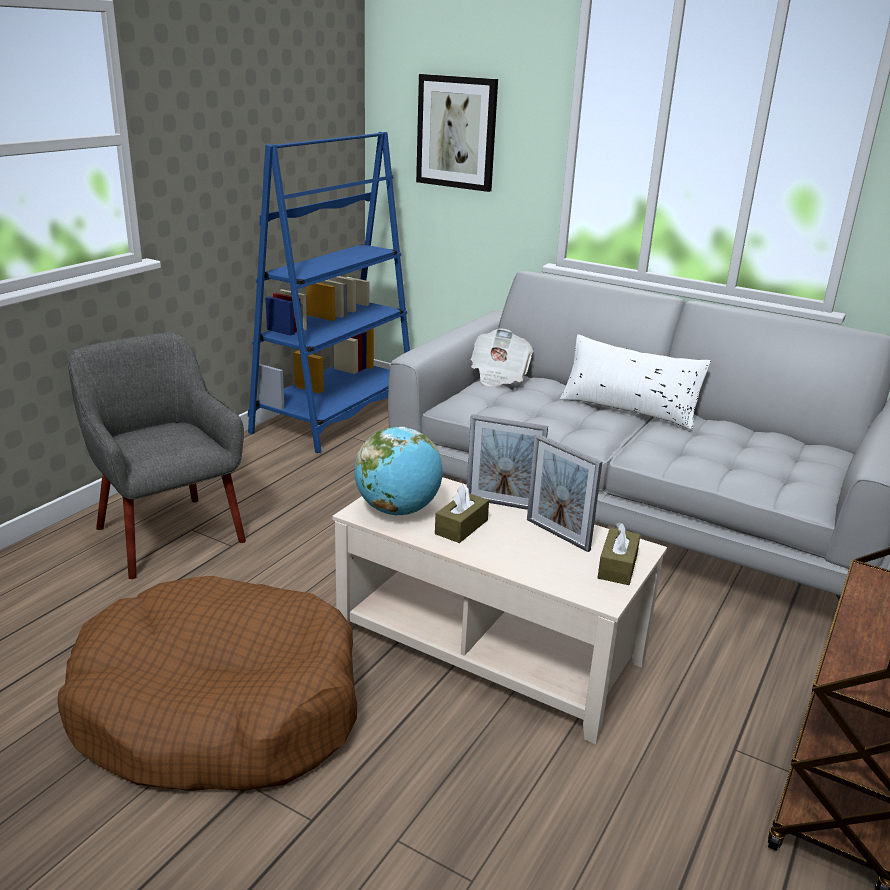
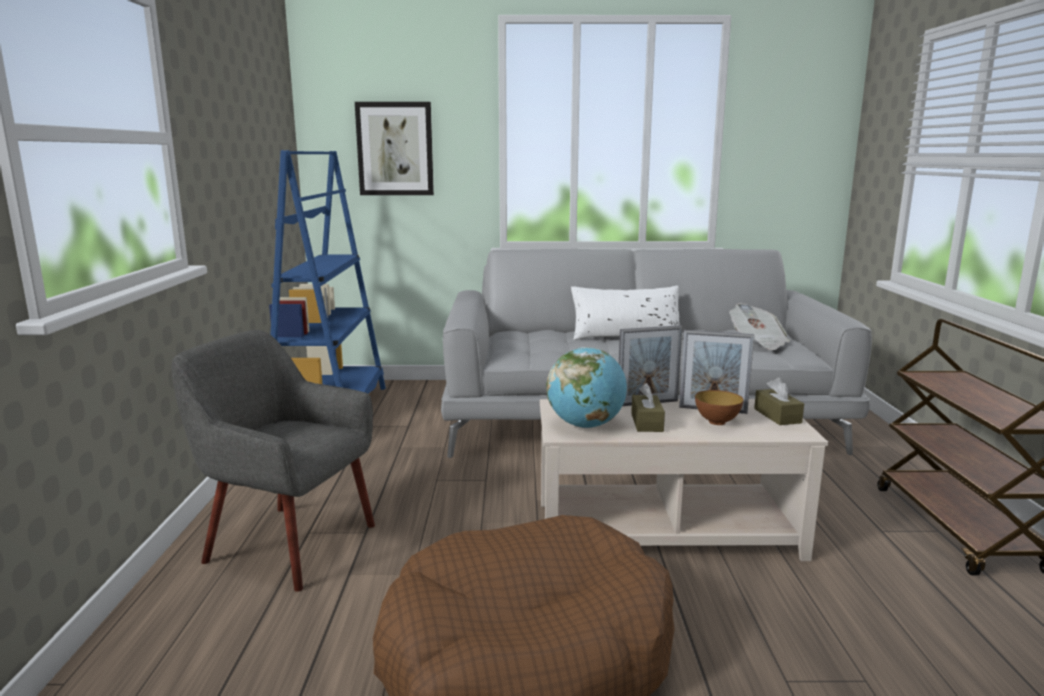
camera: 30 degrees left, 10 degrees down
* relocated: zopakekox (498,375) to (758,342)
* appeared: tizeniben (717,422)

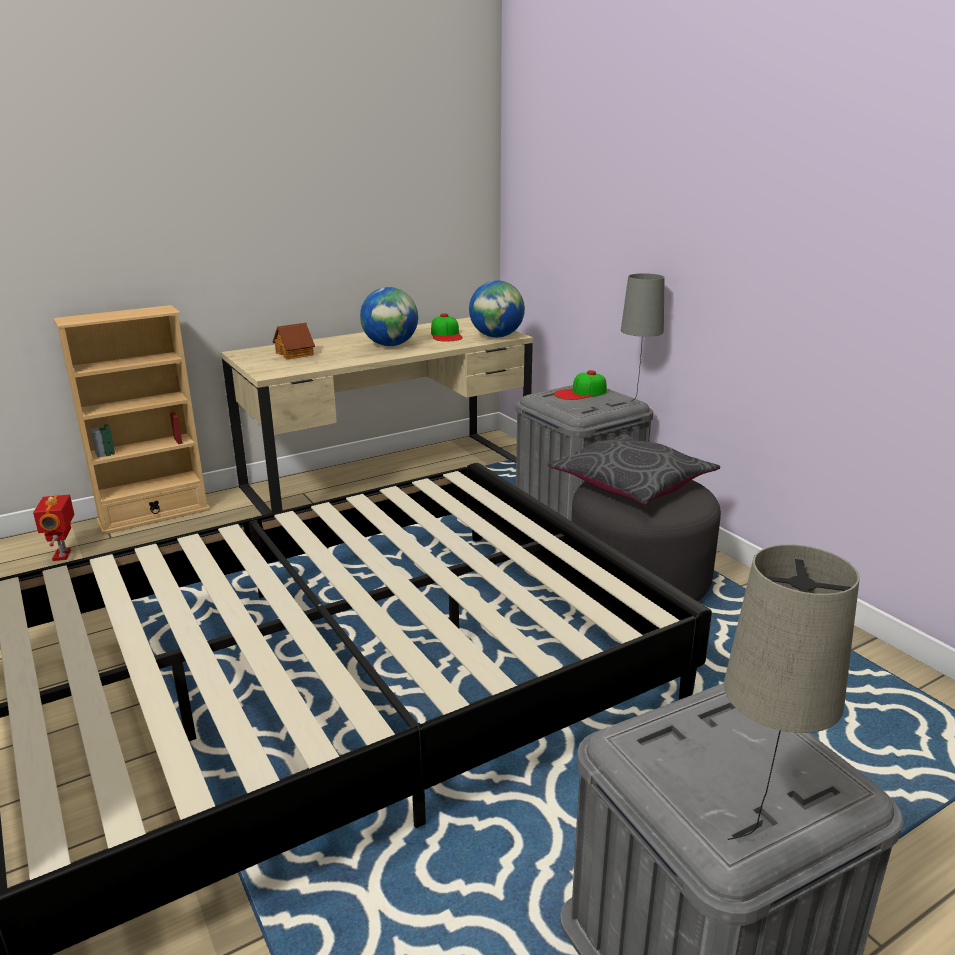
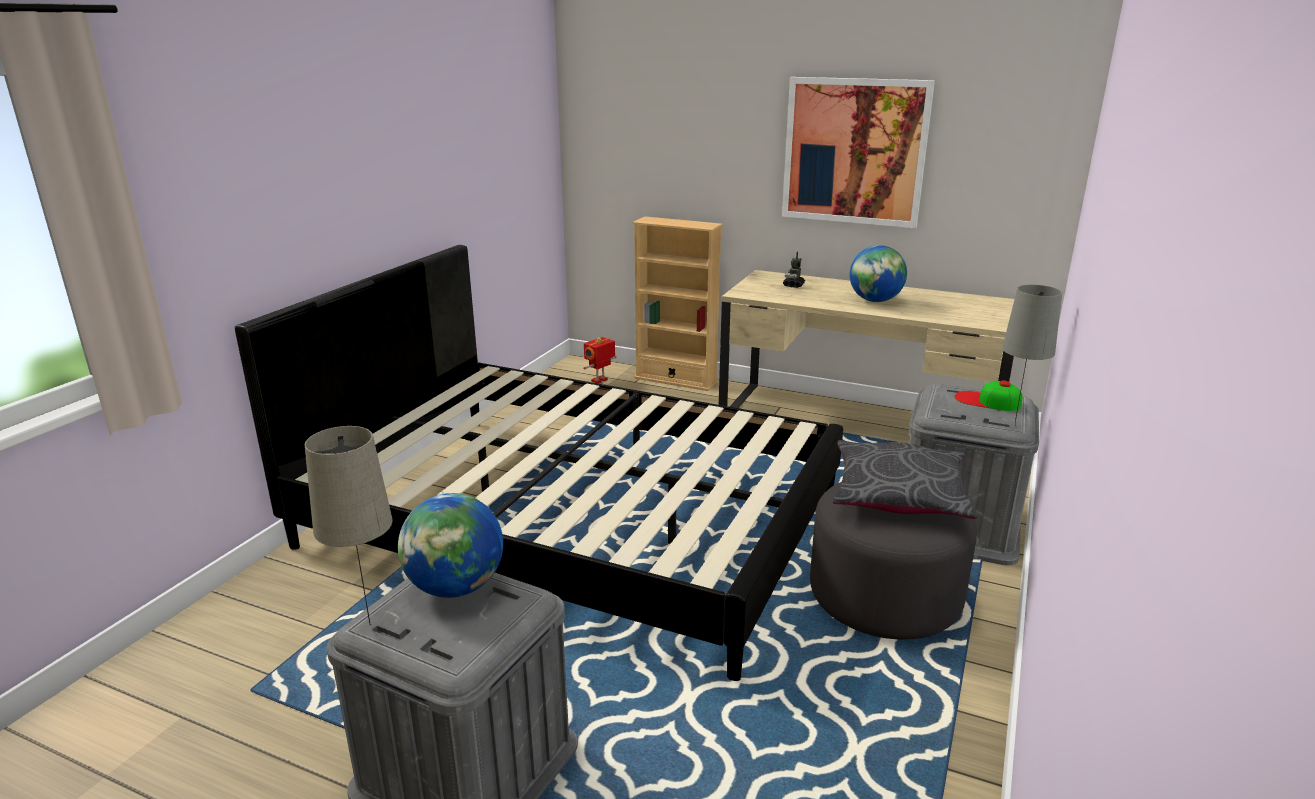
camera: 55 degrees right, 0 degrees up
* relocated: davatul (496,336) to (456,587)
* missing: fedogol (446,335)
* exchanged: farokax (295,354) to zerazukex (793,285)
* appeared: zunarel (854,152)

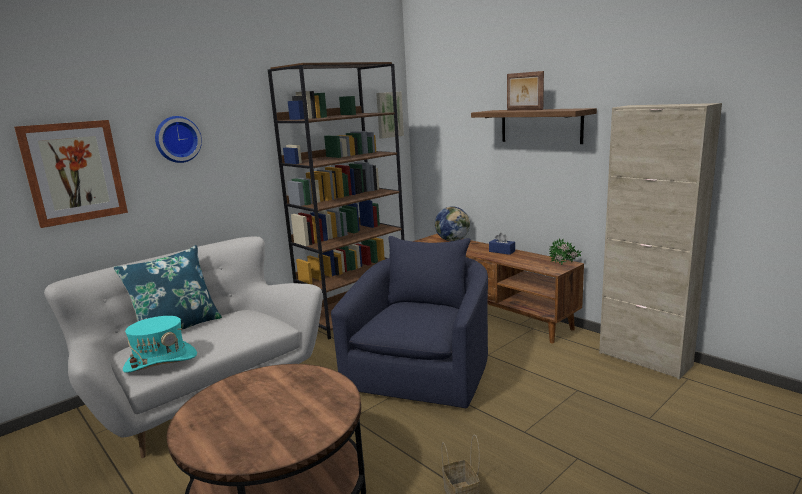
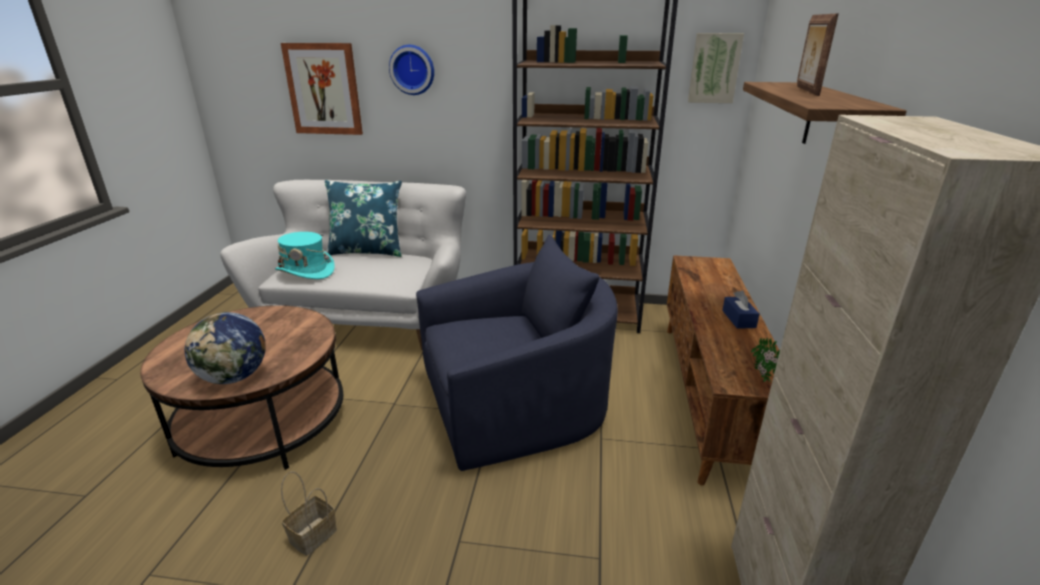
camera: 50 degrees right, 10 degrees up
* relocated: davatul (453,240) to (234,377)

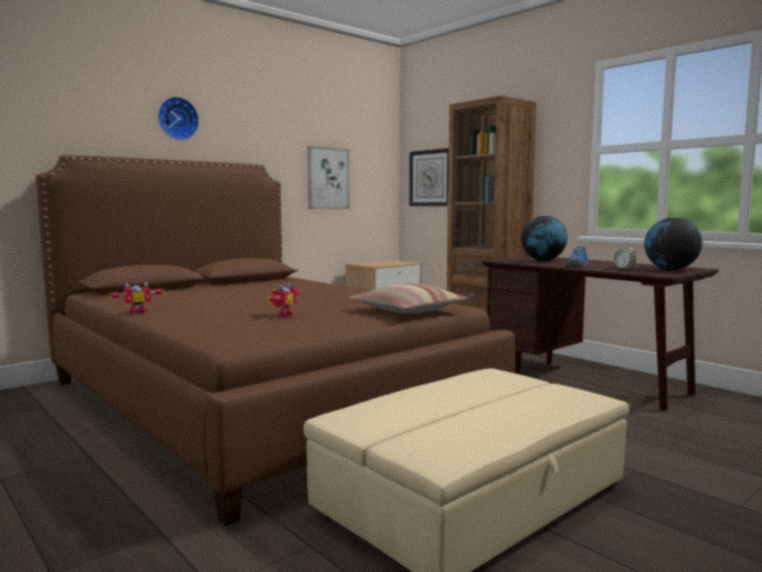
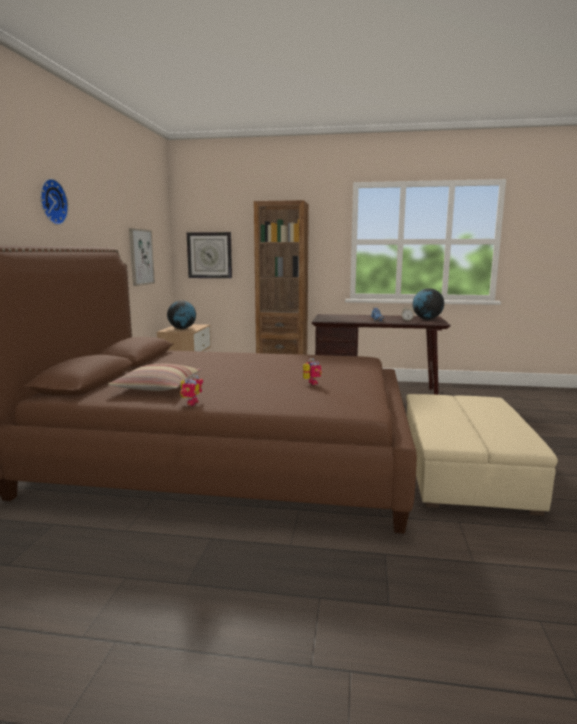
camera: 40 degrees left, 5 degrees up
* relocated: davatul (543,260) to (182,328)
* relocated: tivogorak (407,310) to (158,387)

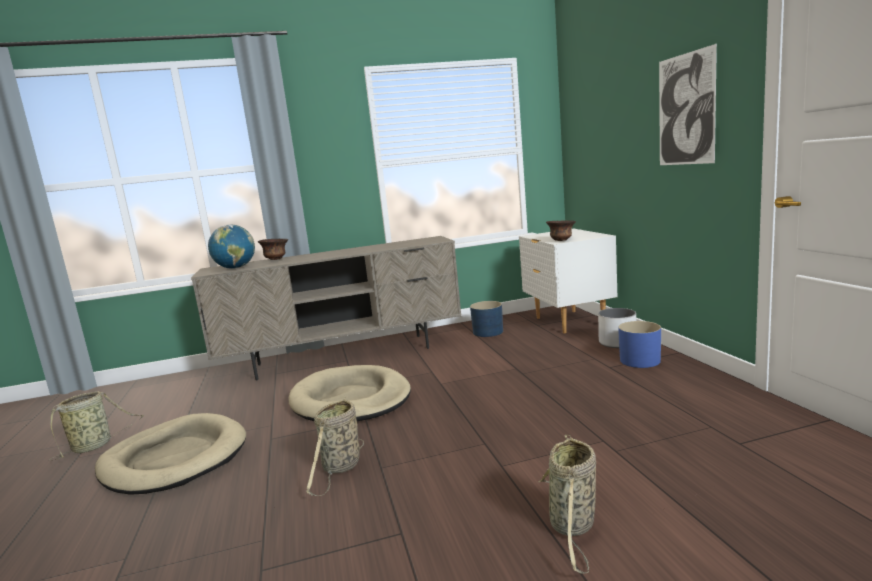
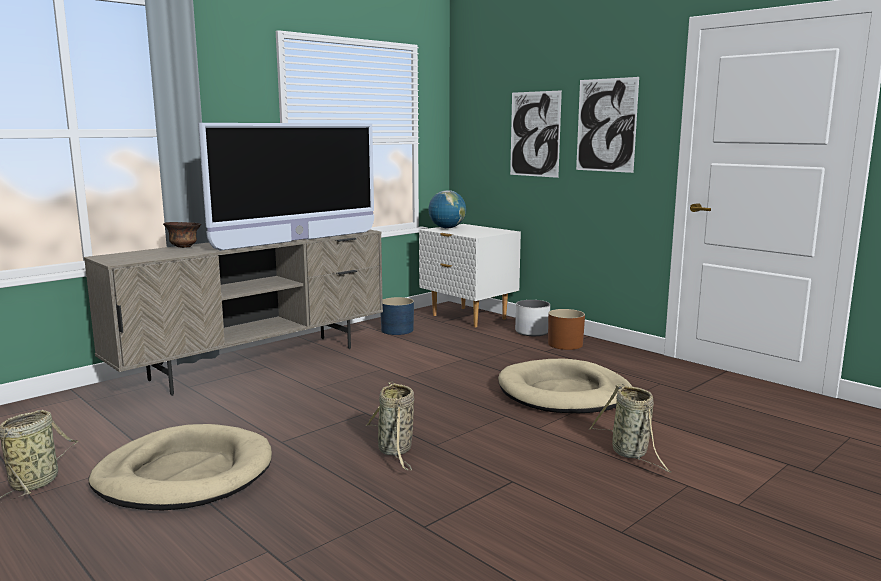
camera: 30 degrees left, 0 degrees up
* missing: tizeniben (brown) (561,240)
* relocated: davatul (235,268) to (447,228)
* colour: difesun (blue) (640,361) to difesun (brown) (565,344)
* relocated: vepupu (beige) (351,400) to (564,393)
* appeared: zunarel (534,134)
* appeared: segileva (298,240)

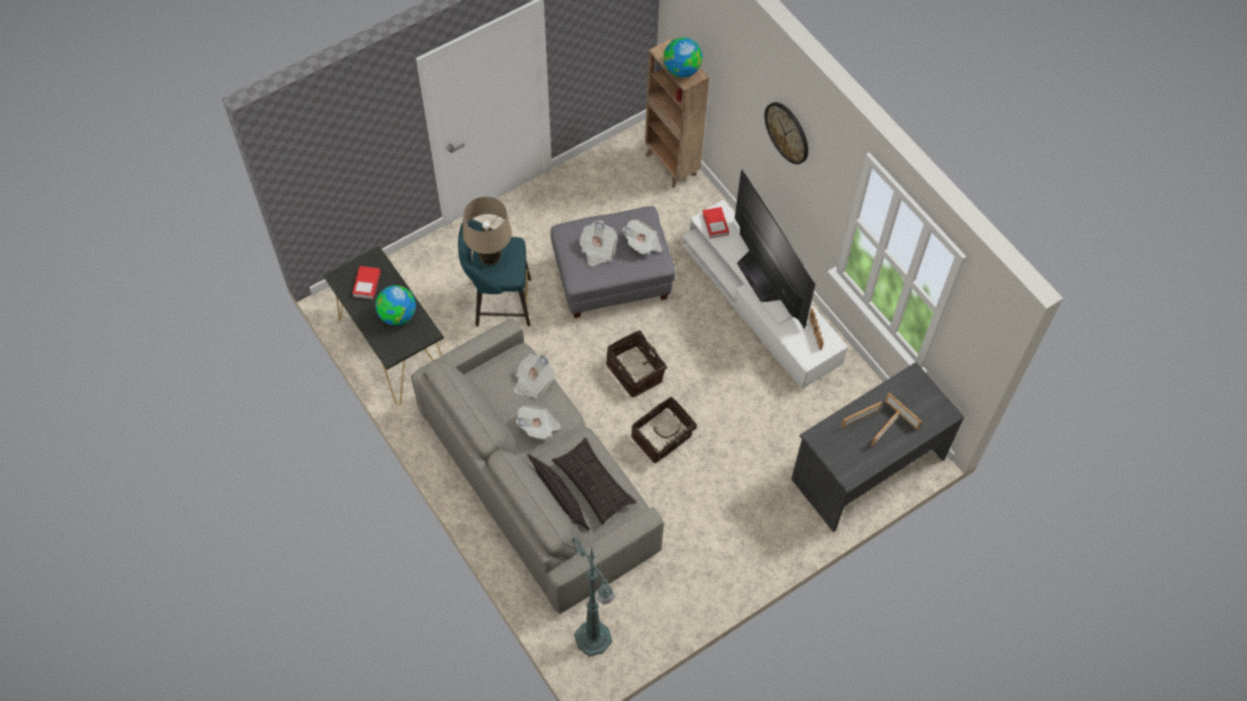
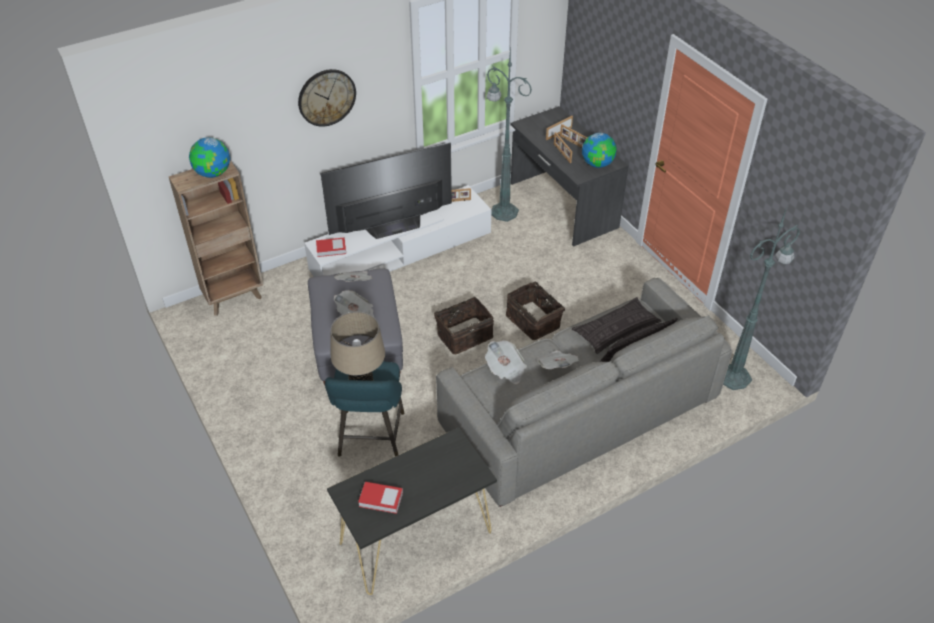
camera: 85 degrees left, 15 degrees down
* relocated: davatul (398,315) to (597,164)
* appeared: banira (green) (503,211)

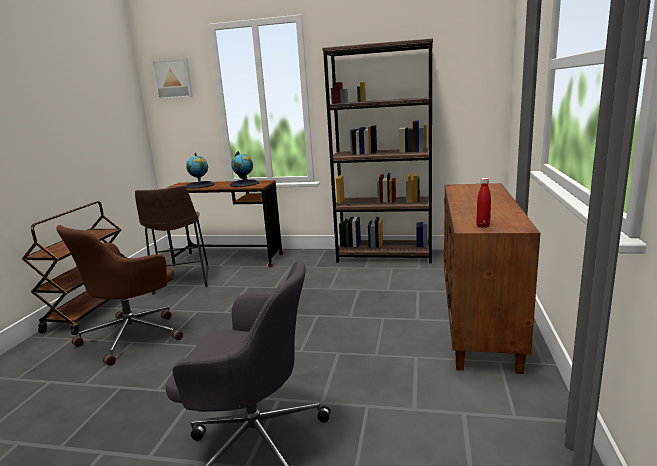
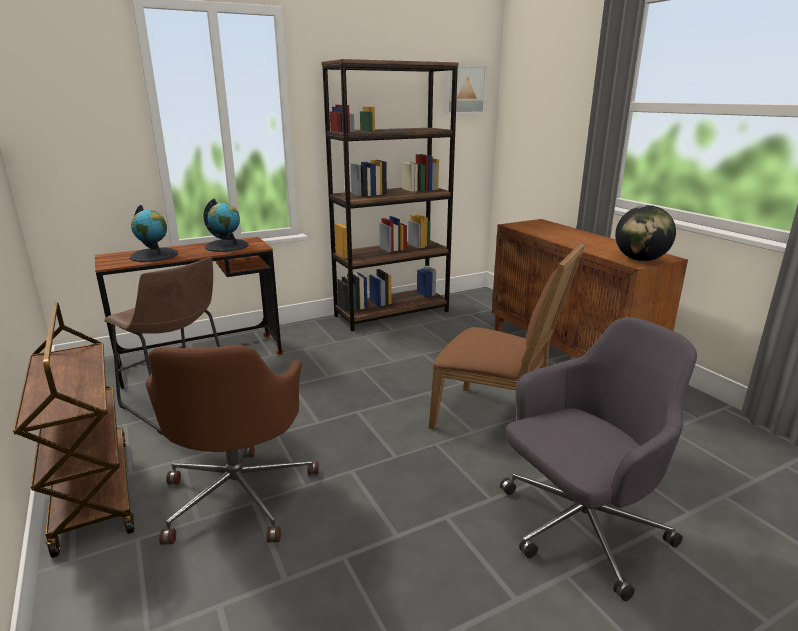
camera: 40 degrees left, 5 degrees up
* relocated: zunarel (173,79) to (463,89)
* exchanged: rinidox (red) (483,226) to davatul (640,260)
* appeared: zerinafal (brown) (496,420)

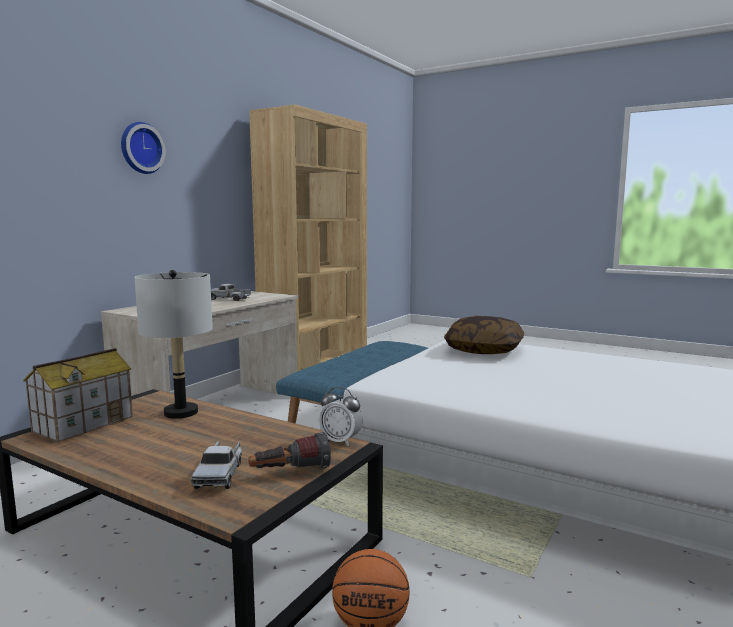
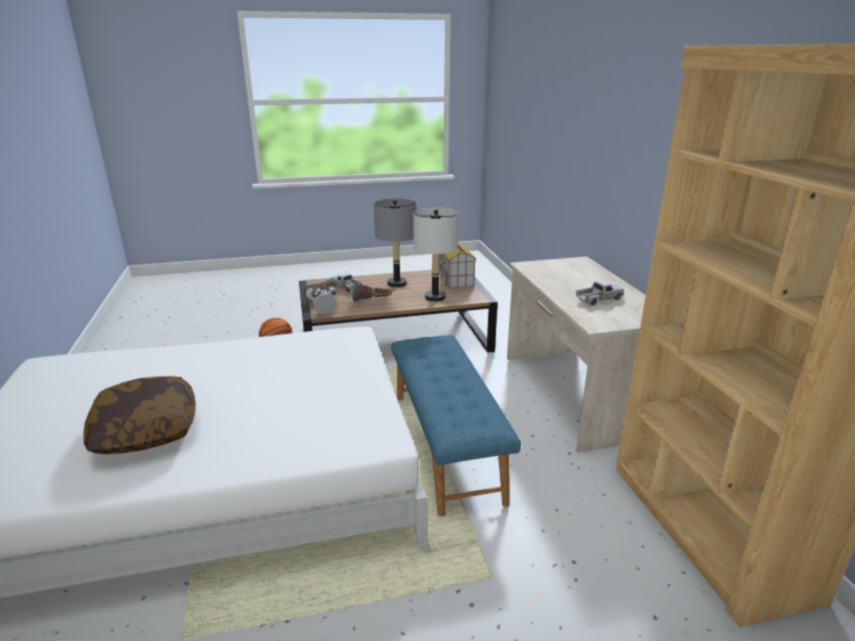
camera: 135 degrees right, 15 degrees up
* missing: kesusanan (140,148)
* relocated: tivogorak (484,350) to (146,430)
* appeared: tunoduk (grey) (397,283)
* appeared: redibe (372,301)

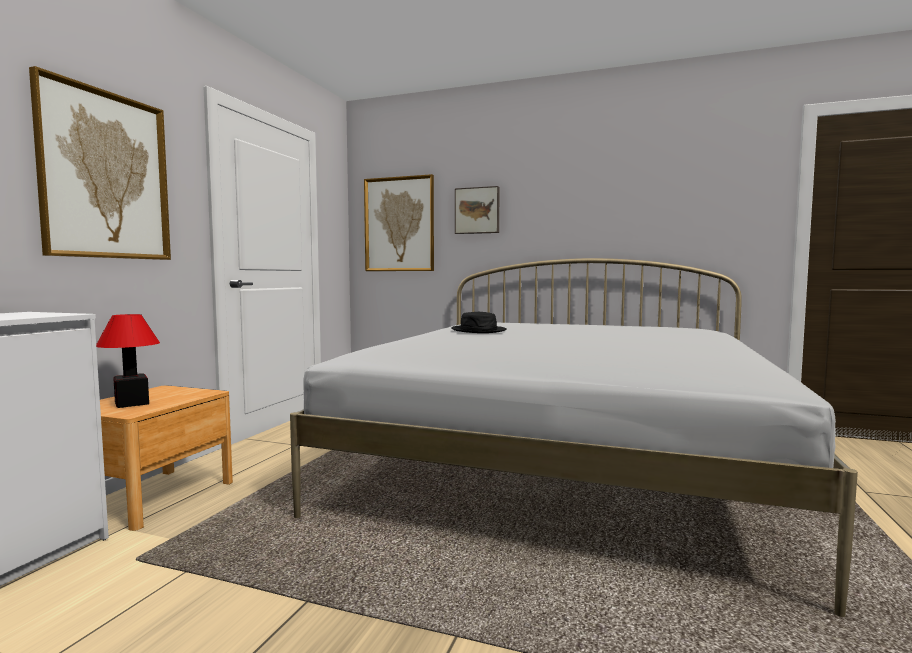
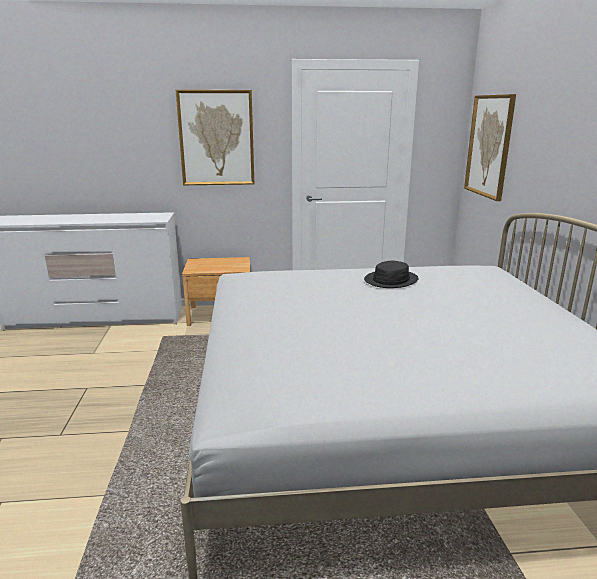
camera: 65 degrees right, 15 degrees up
* missing: zunarel (477,210)
* missing: tunoduk (132,403)

